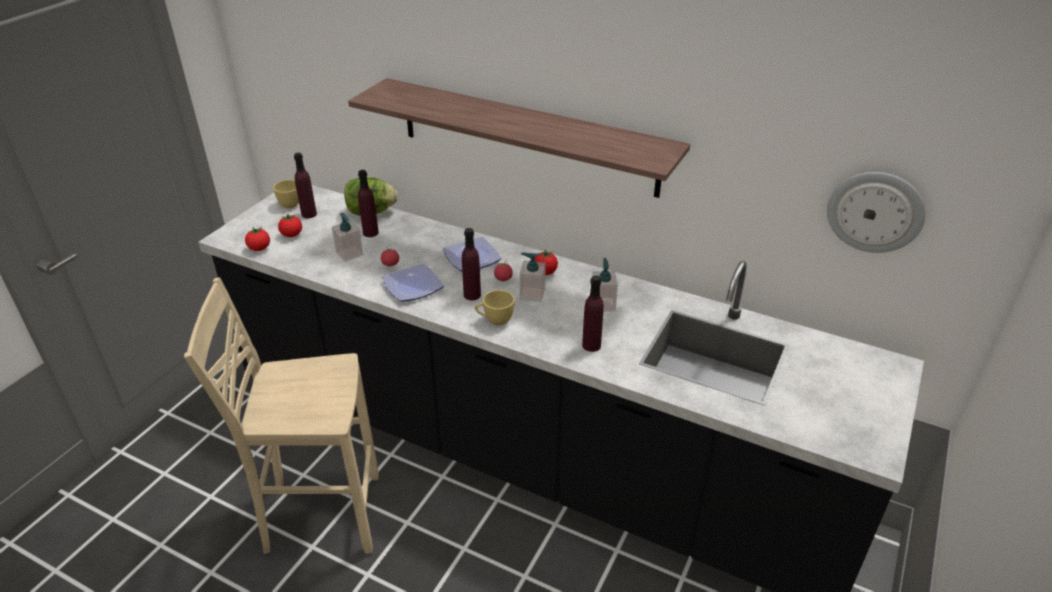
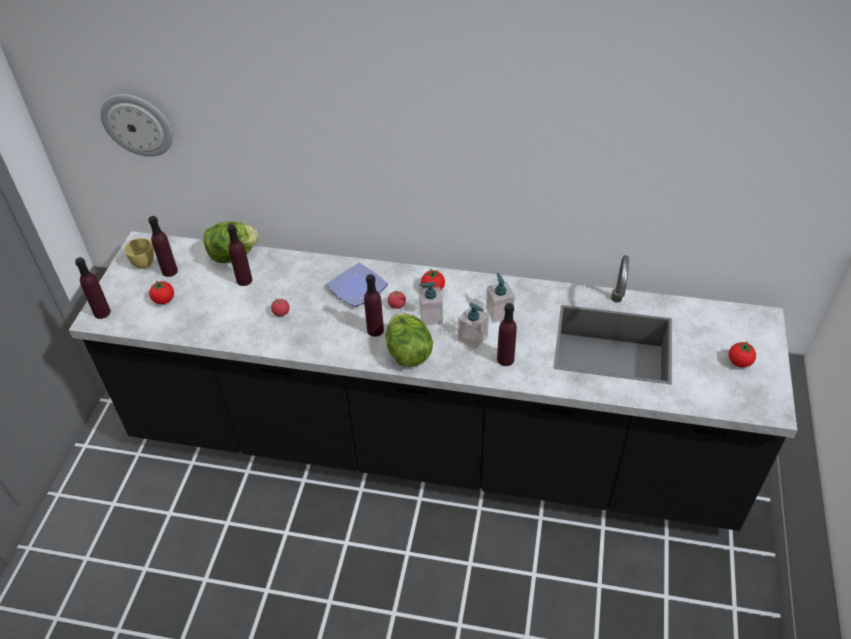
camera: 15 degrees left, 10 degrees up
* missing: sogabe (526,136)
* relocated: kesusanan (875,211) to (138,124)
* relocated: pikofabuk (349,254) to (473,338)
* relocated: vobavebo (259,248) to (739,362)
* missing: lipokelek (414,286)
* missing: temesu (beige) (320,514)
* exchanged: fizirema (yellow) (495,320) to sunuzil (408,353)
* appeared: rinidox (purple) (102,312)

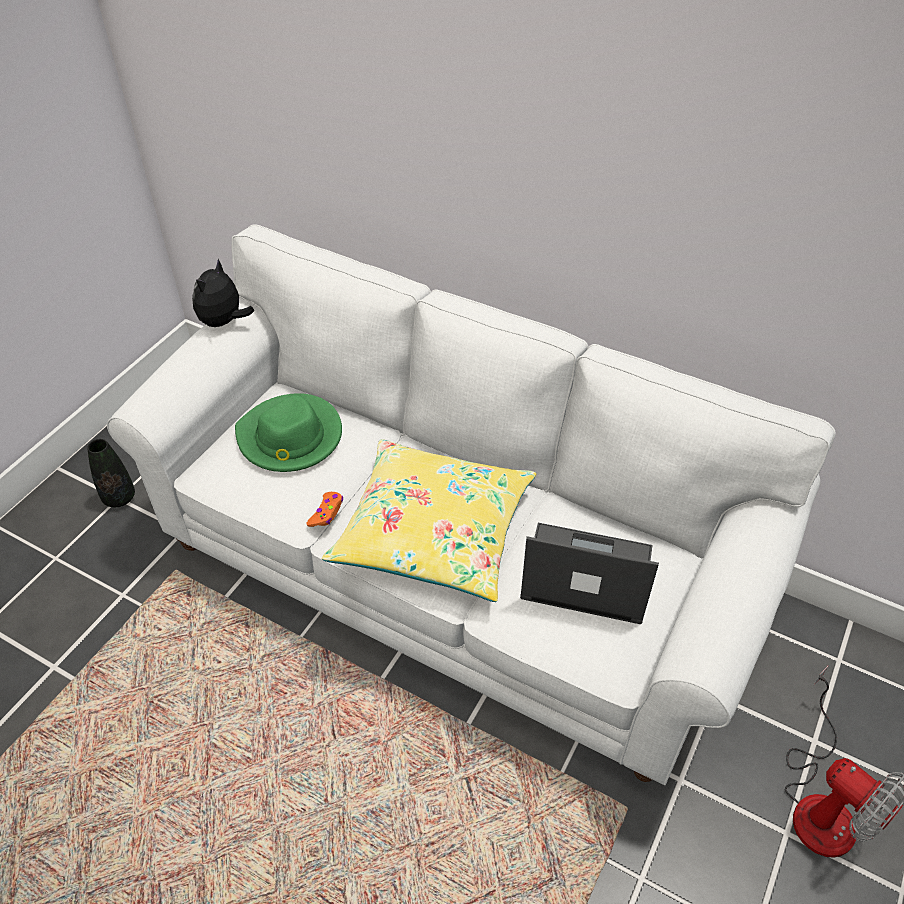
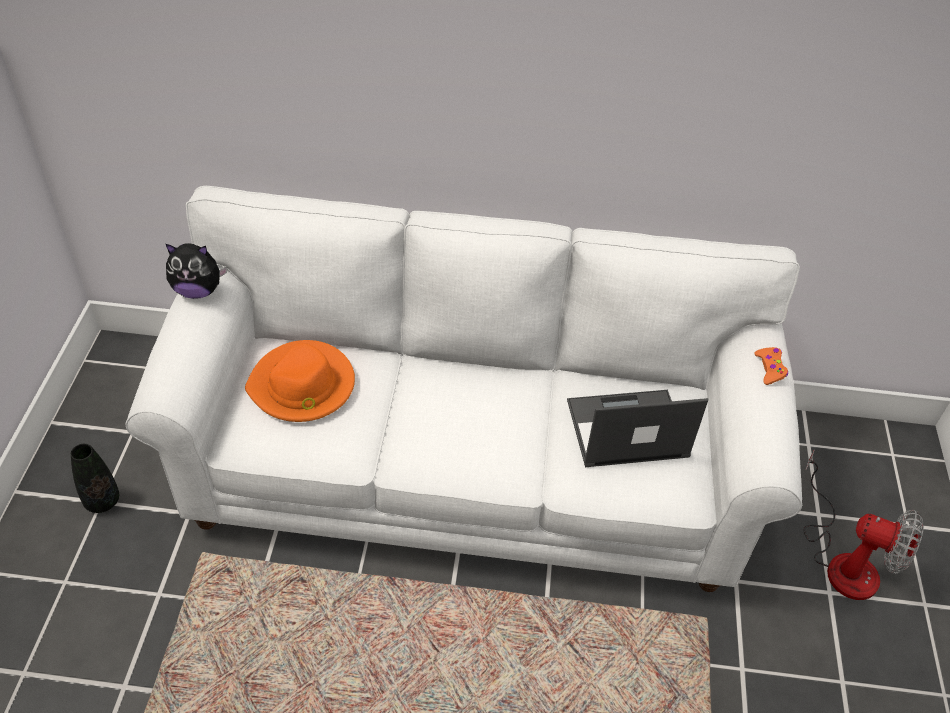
camera: 25 degrees left, 0 degrees up
* spun: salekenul (224,322) = (198,291) 90 degrees counterclockwise
* colour: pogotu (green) (290,437) to pogotu (orange) (302,386)
* missing: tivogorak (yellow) (434,531)
* relocated: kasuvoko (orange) (326,513) to (770,369)

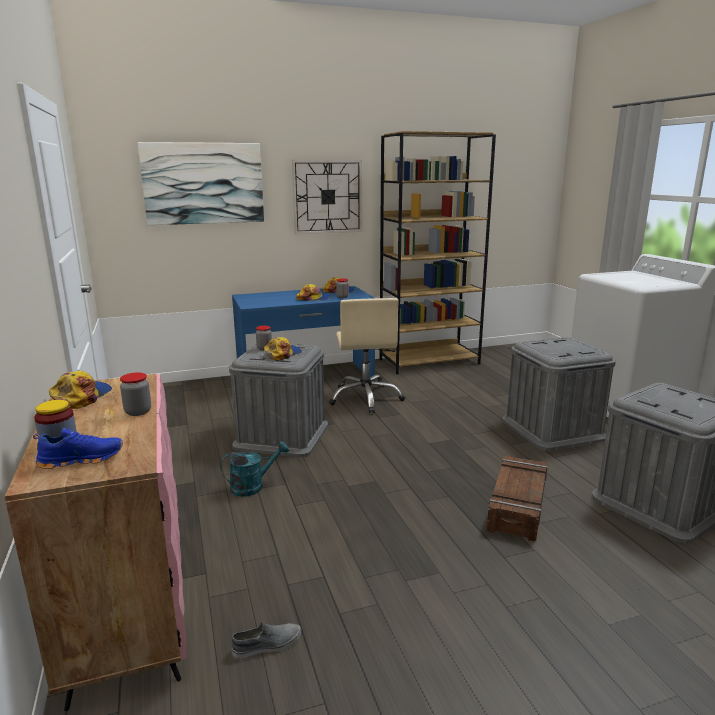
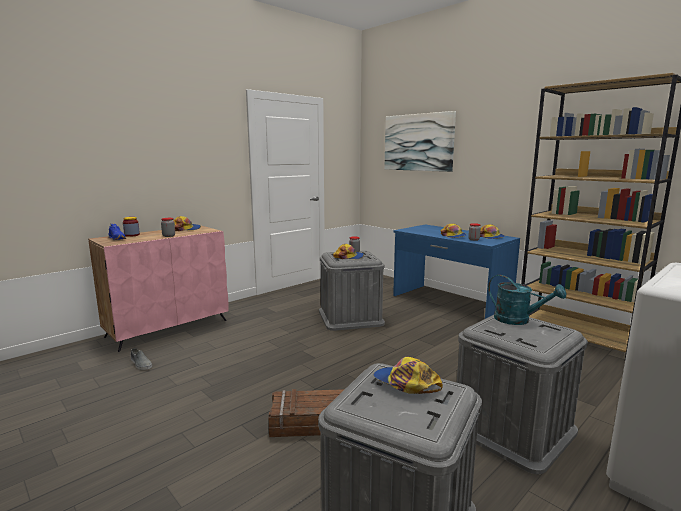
camera: 65 degrees right, 5 degrees down
* missing: kesusanan (327,197)
* missing: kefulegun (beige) (366,398)
* relocated: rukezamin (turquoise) (253,486) to (518,320)
* appeared: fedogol (405,384)

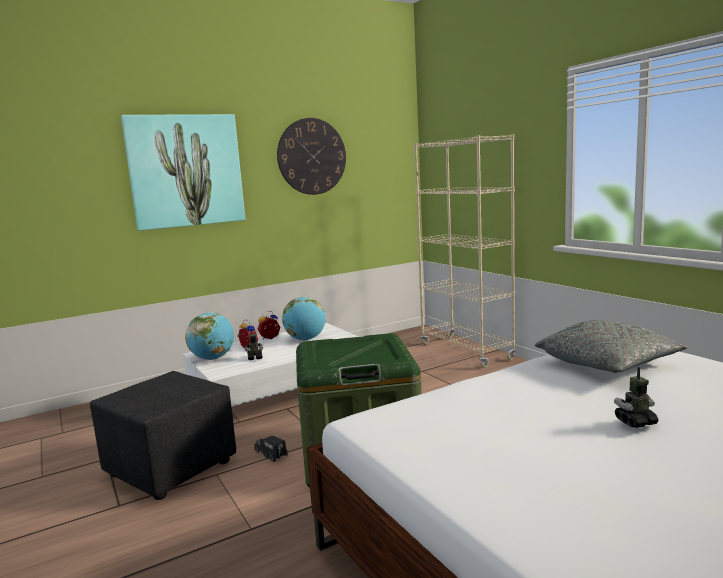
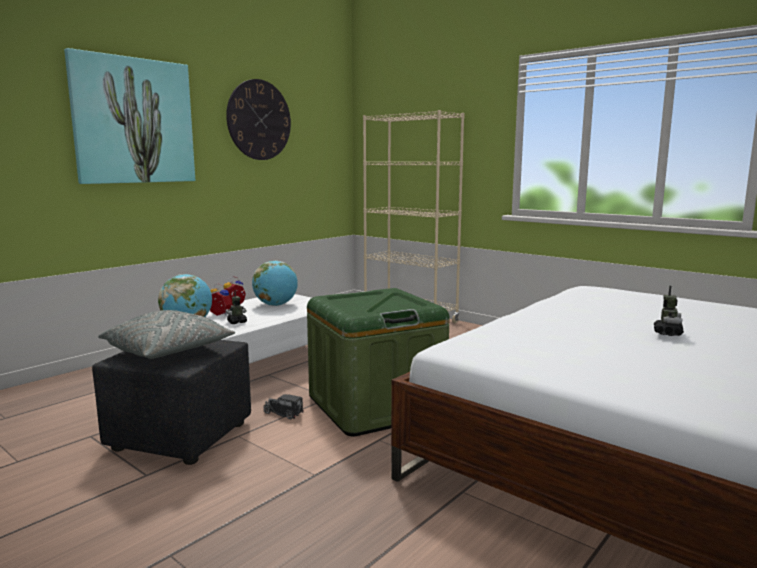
camera: 20 degrees left, 0 degrees up
* relocated: tivogorak (grey) (607,365) to (169,352)
* spun: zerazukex (635,422) = (667,333) 150 degrees clockwise

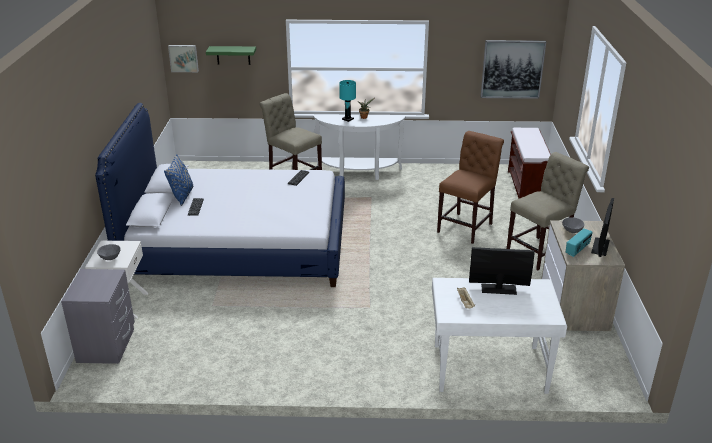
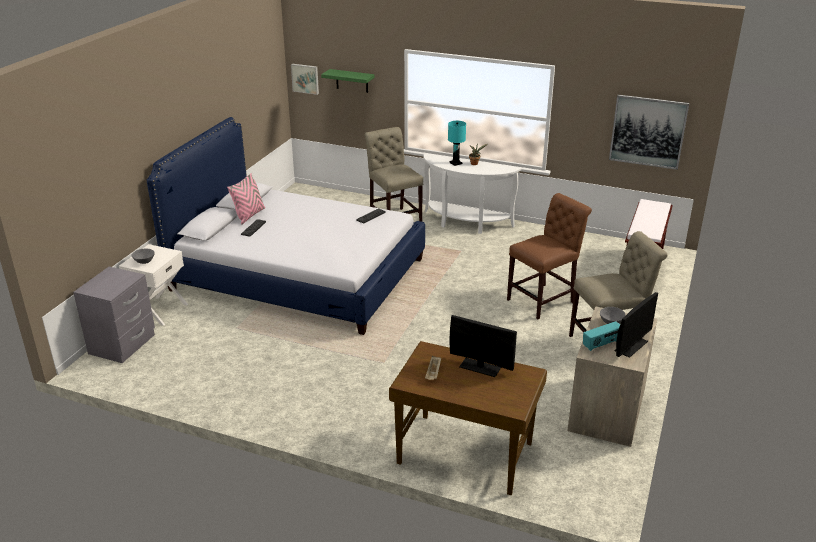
camera: 20 degrees right, 0 degrees up
* colour: tivogorak (blue) (182,196) to tivogorak (pink) (249,215)
* colour: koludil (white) (488,368) to koludil (brown) (464,452)

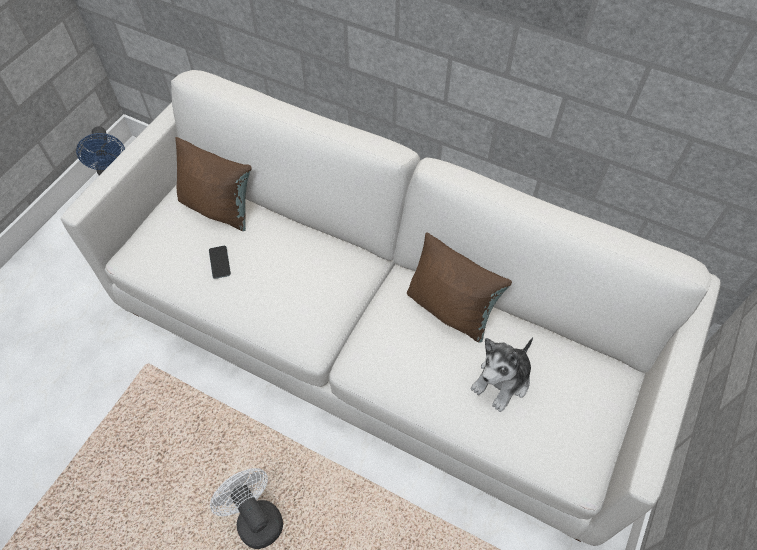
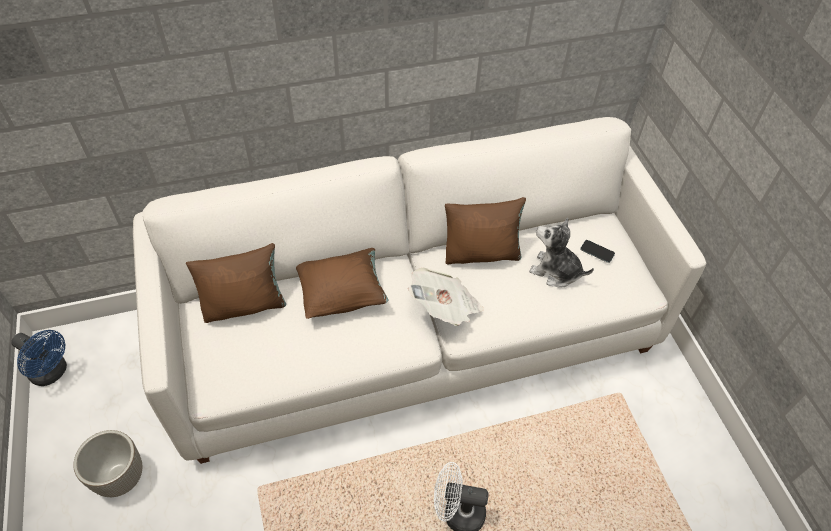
camera: 45 degrees left, 5 degrees down
* relocated: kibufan (219,262) to (597,251)
* spun: salekenul (502,381) = (555,271) 120 degrees clockwise
* appeared: tivogorak (brown) (342,294)
* appeared: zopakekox (445,308)
* appeared: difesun (121,478)

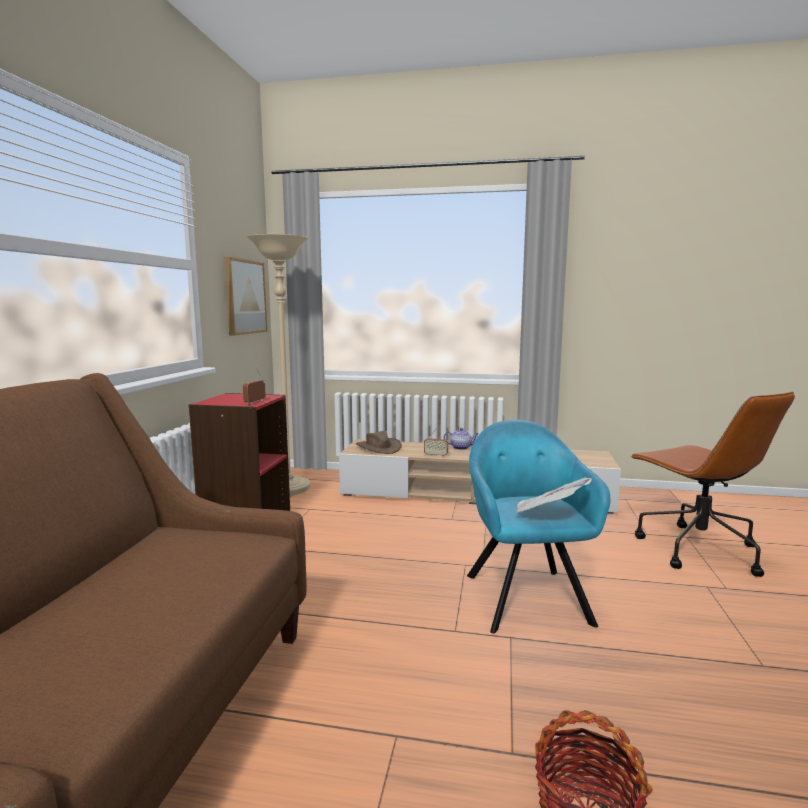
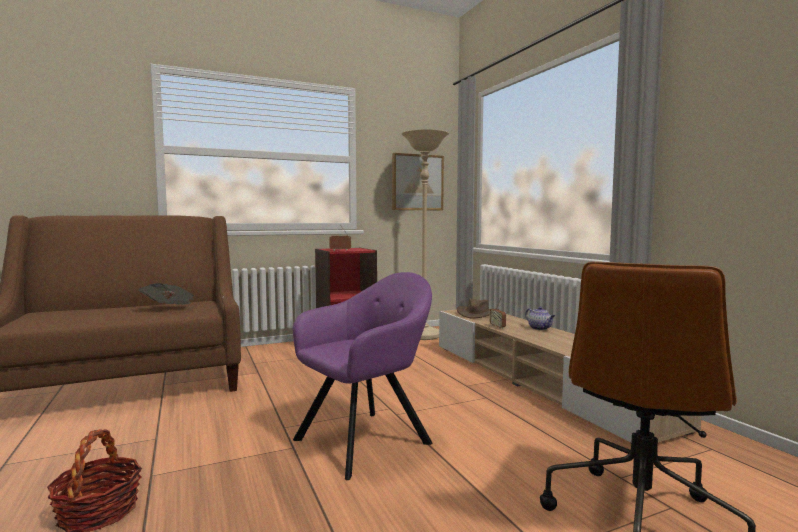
camera: 55 degrees right, 5 degrees down
* colour: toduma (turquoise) (525,595) to toduma (purple) (367,439)
* relocated: zopakekox (548,514) to (170,309)

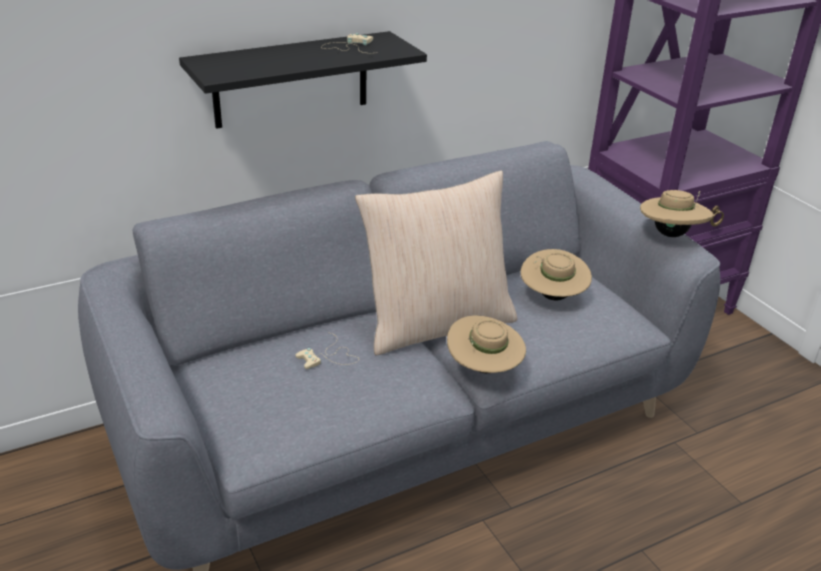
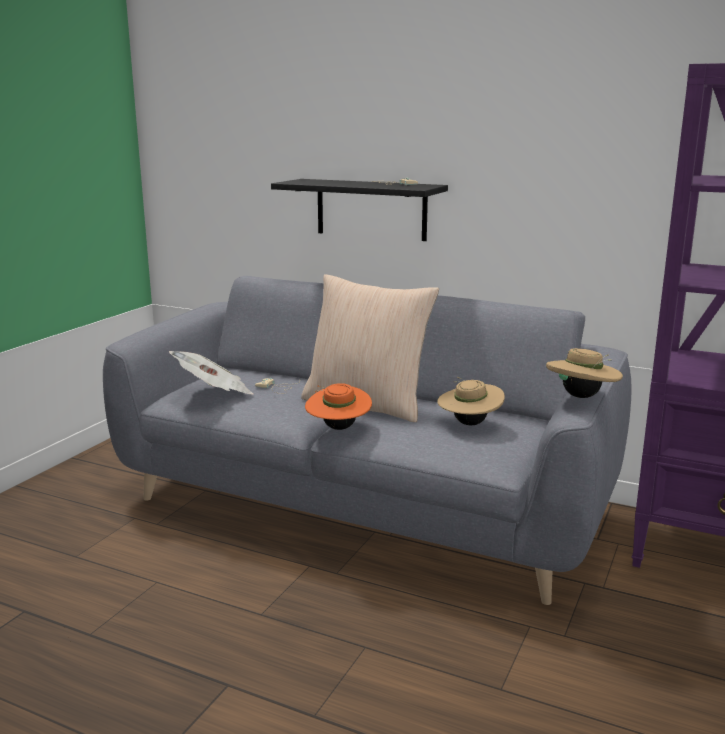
camera: 55 degrees right, 15 degrees down
* colour: pogotu (beige) (484,368) to pogotu (orange) (338,428)
* appeared: zopakekox (214,393)

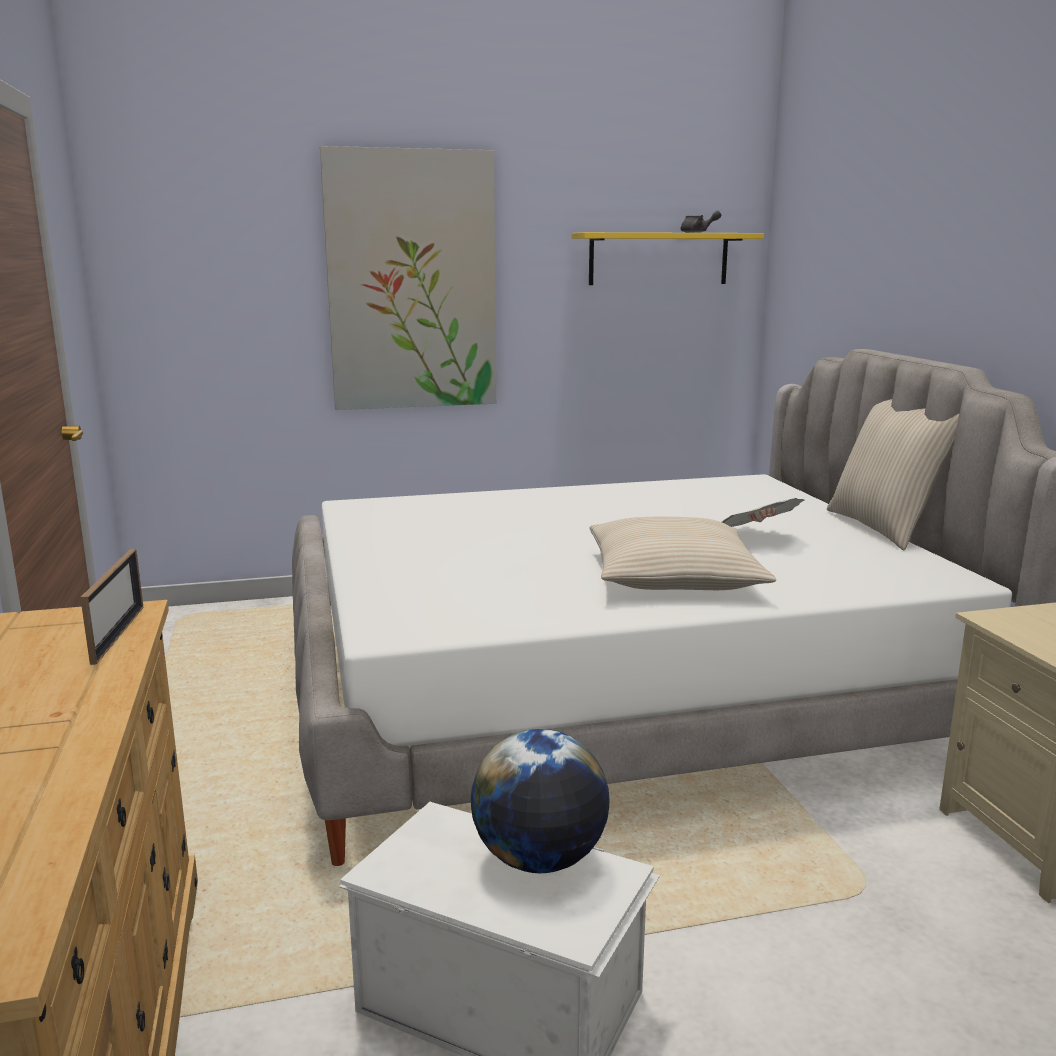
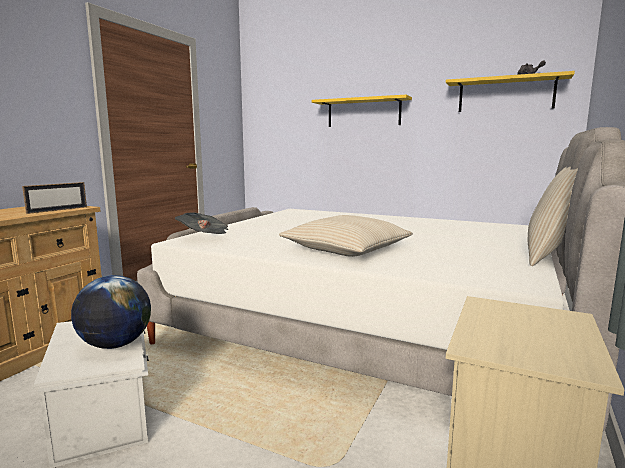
camera: 40 degrees right, 5 degrees down
* exchanged: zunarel (412,282) to sogabe (yellow) (363,112)
* relocated: zopakekox (755,537) to (205,238)

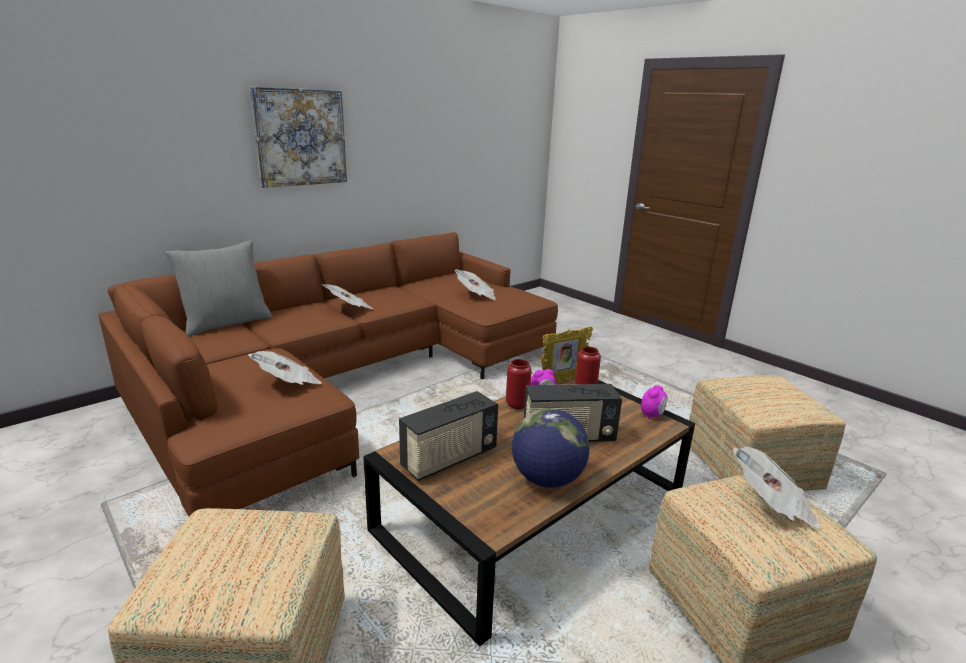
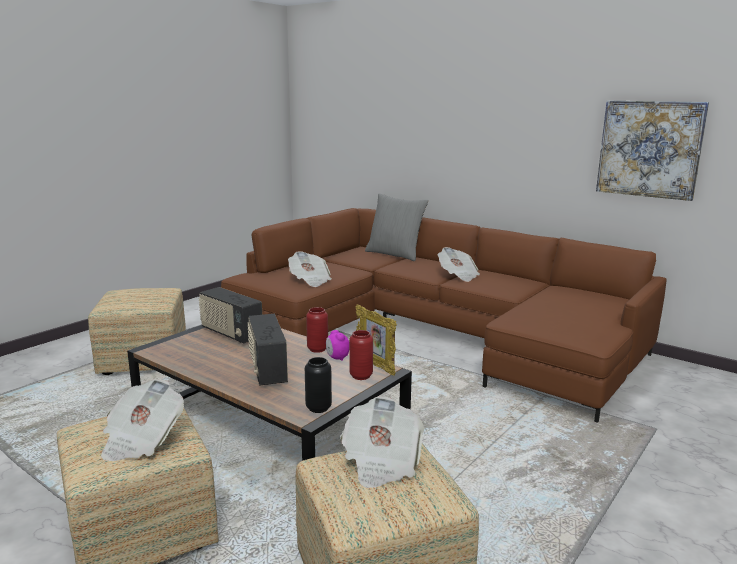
camera: 80 degrees right, 5 degrees down
* relocated: zunarel (300,137) to (649,149)
* relocated: zopakekox (476,295) to (381,462)
* exchanged: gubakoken (652,415) to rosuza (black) (318,408)
* missing: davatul (547,479)

